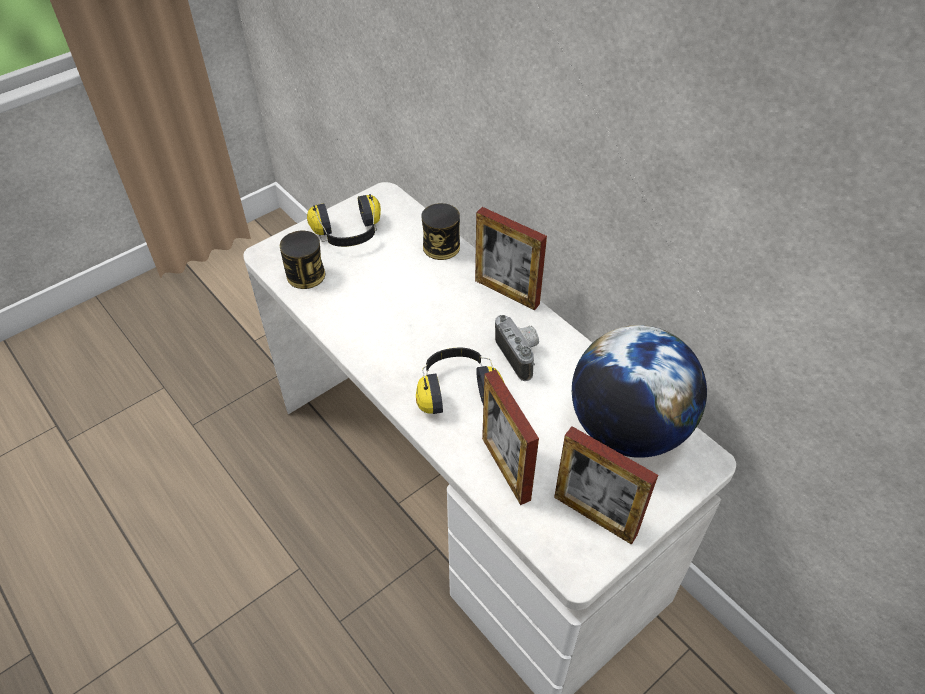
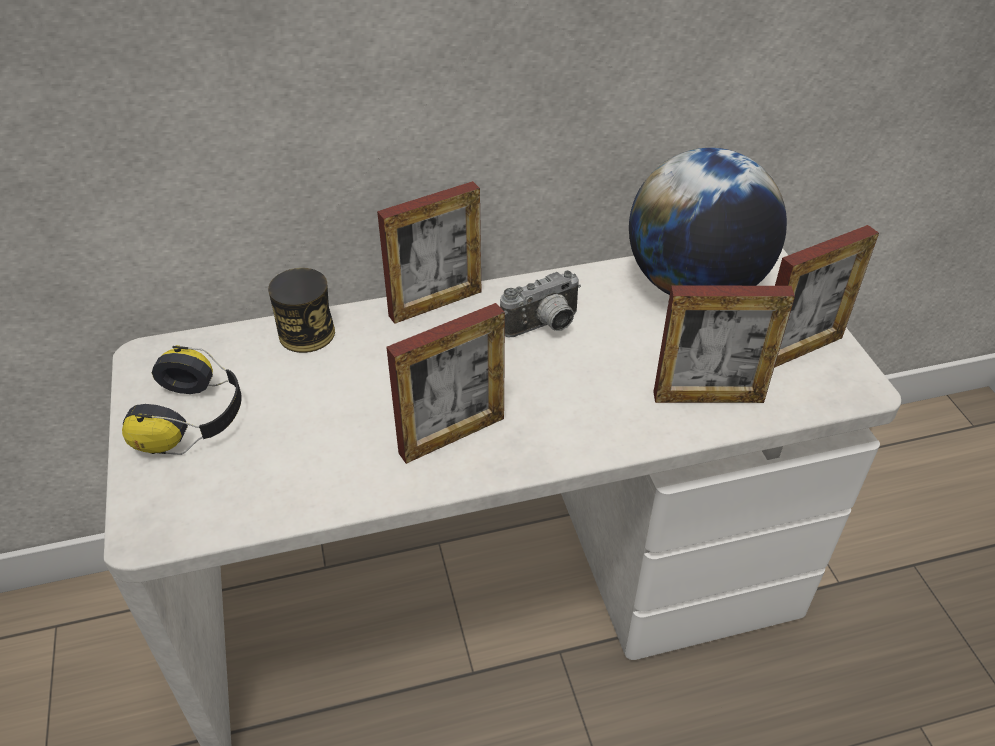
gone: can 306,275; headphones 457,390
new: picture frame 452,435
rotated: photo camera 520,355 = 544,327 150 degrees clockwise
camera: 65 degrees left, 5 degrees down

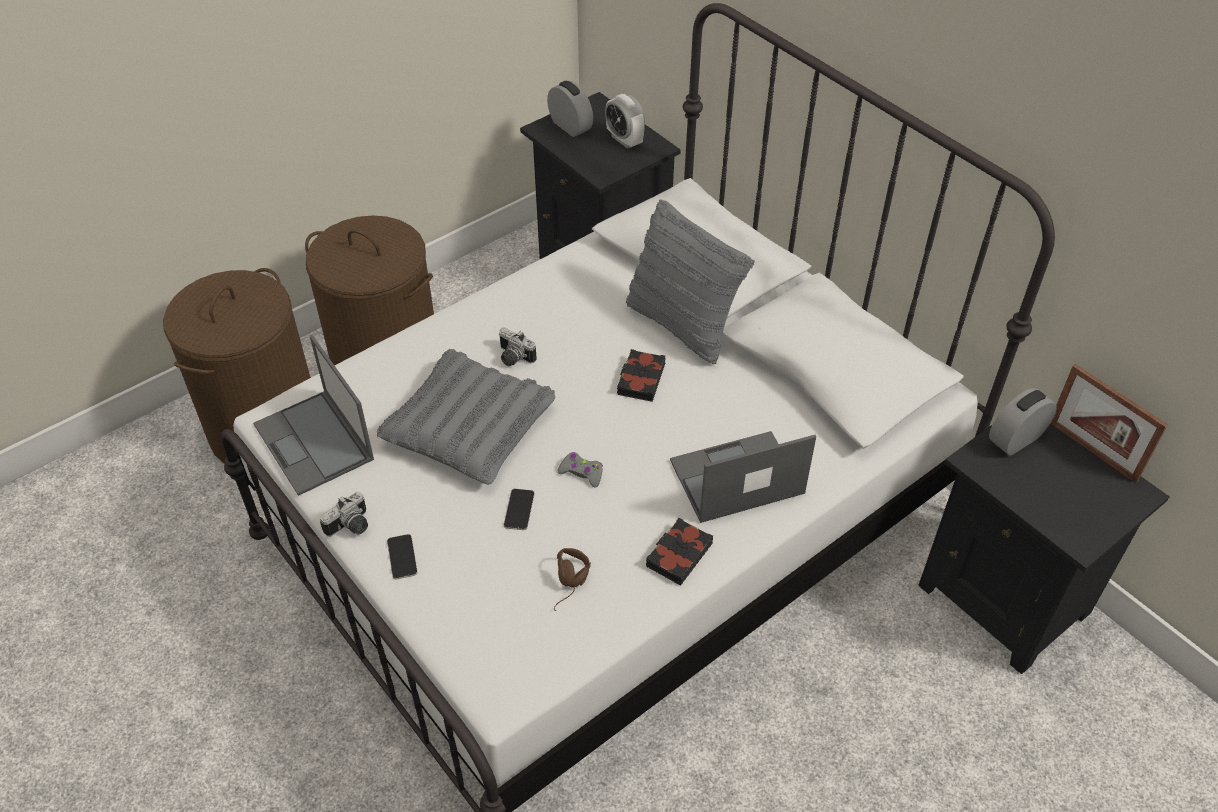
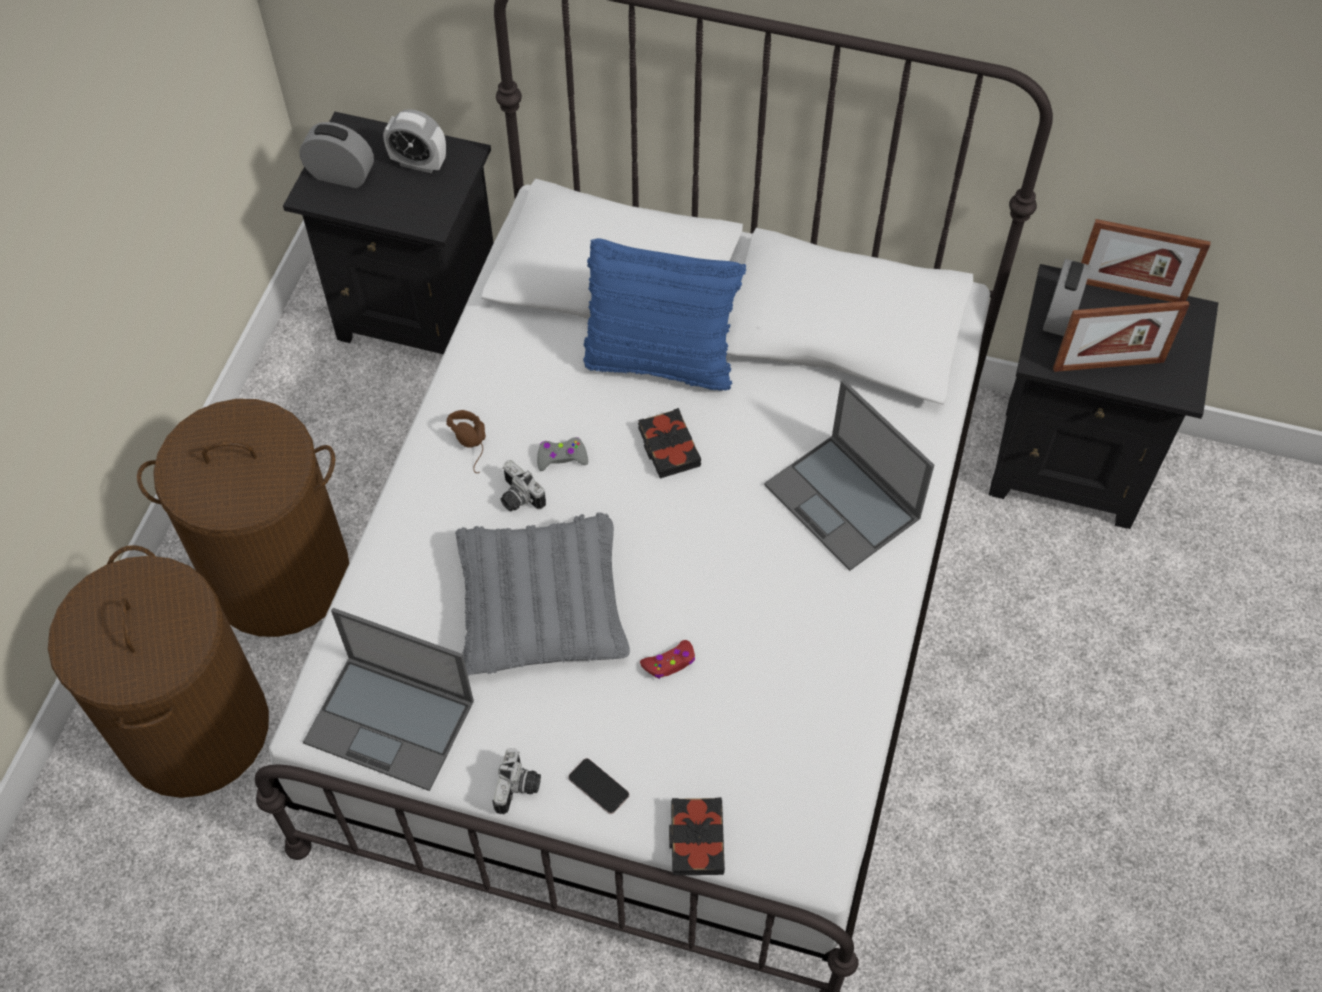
new: picture frame 1108,365
shifted: brown headphones 572,587 to 476,446; grey game controller 581,473 to 561,457; black book 678,555 to 696,839
swapped: phone 519,510 to red game controller 669,663
repainted: grey pillow 683,326 to blue pillow 661,362
rotated: photo camera 513,358 = 517,498 45 degrees clockwise; laptop 735,478 = 843,503 75 degrees counterclockwise
camera: 35 degrees left, 10 degrees up

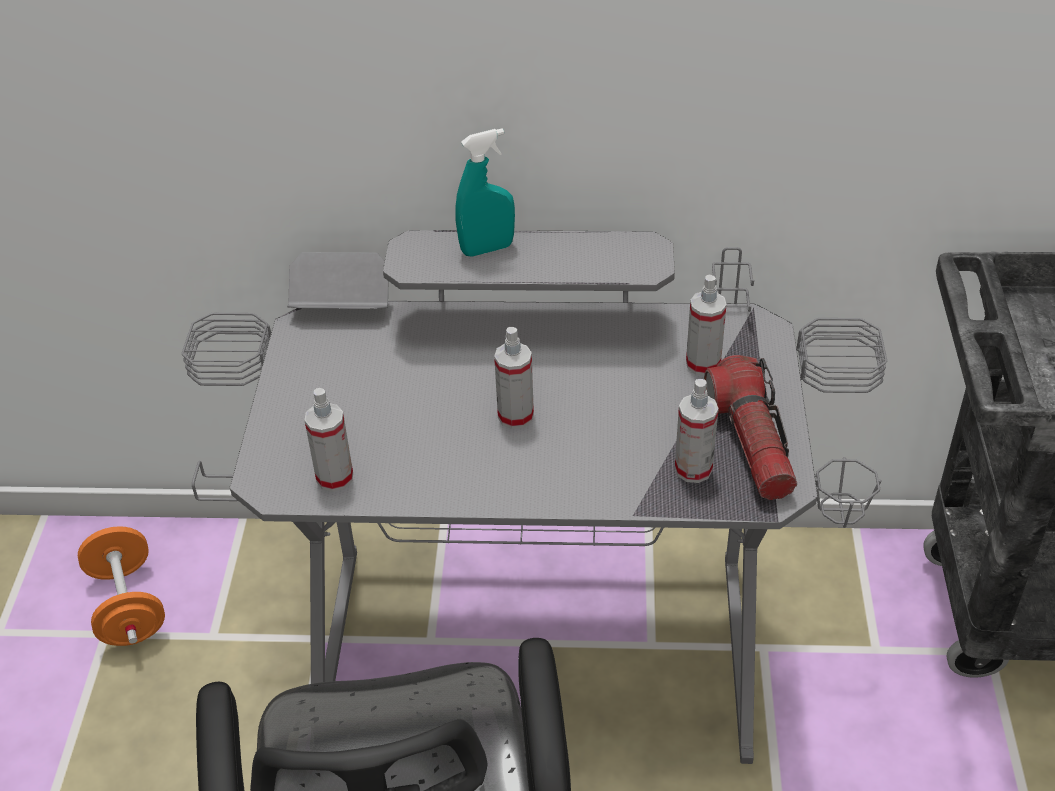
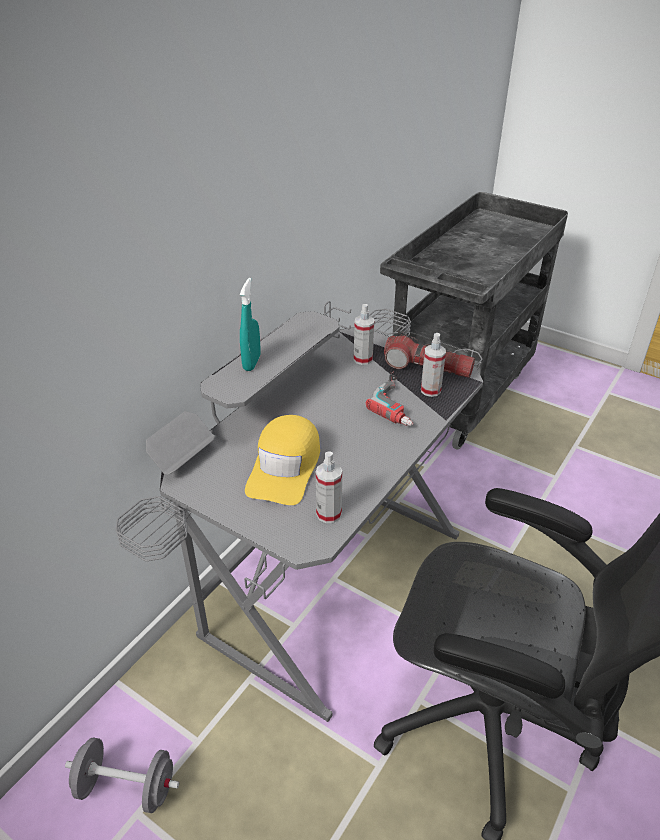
gone: spray bottle 515,416
new: yellow cap 285,467; power drill 400,403
repainted: orange dumbbell 128,606 to grey dumbbell 126,787
camera: 60 degrees left, 5 degrees down

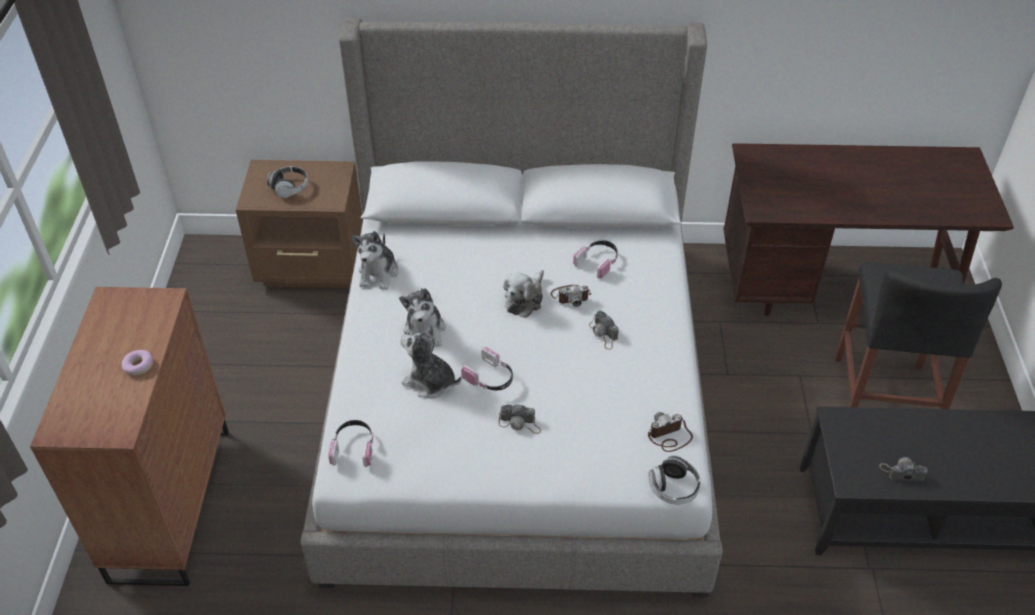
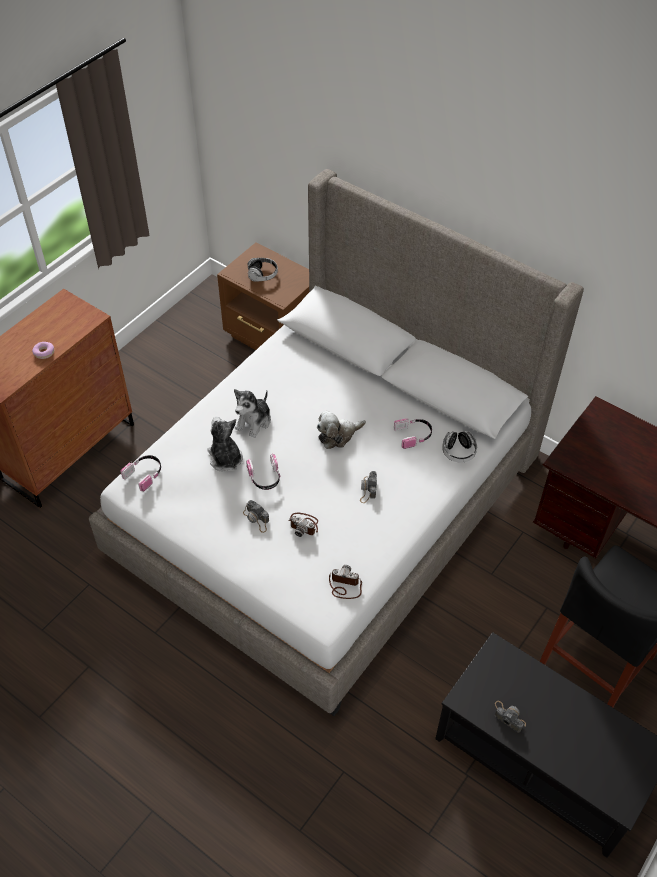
gone: plush toy 378,273
shifted: photo camera 570,296 to 304,525; headphones 673,488 to 458,452
camera: 35 degrees right, 5 degrees up

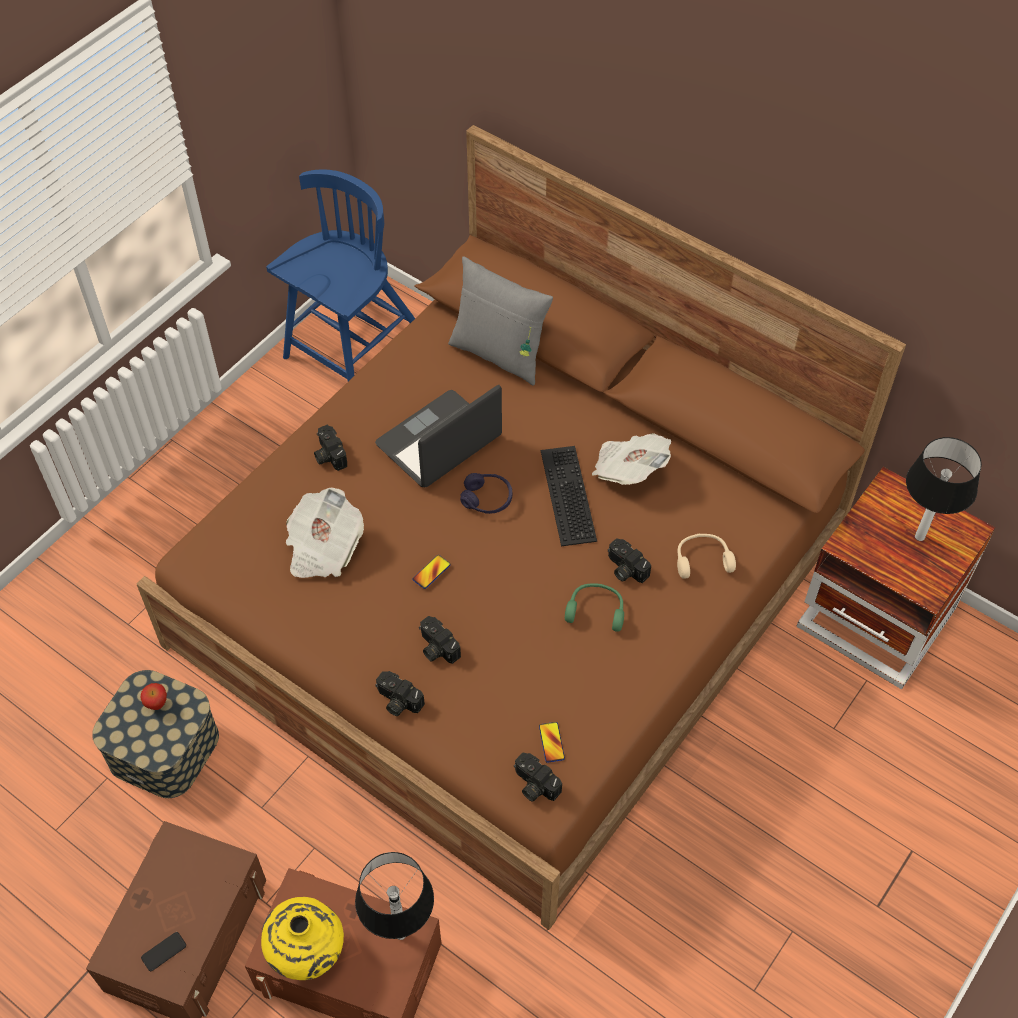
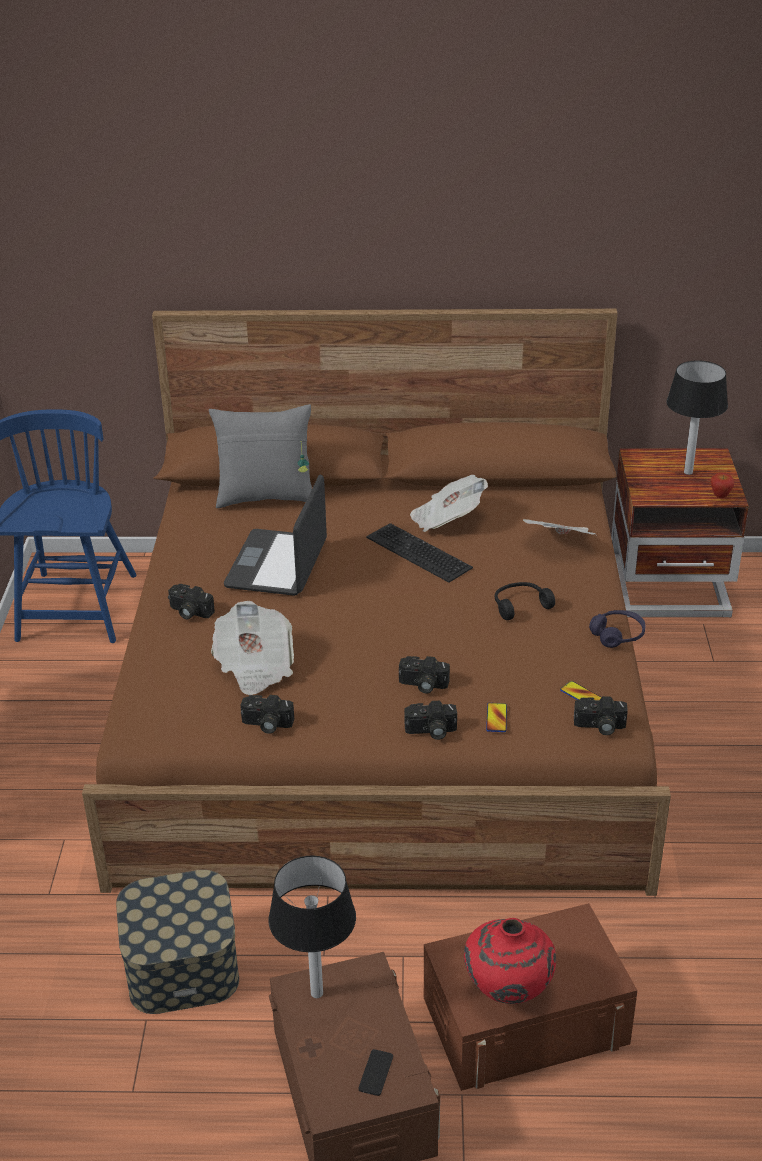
shifted: photo camera 624,569 to 266,724; table lamp 401,934 to 318,993; phone 431,572 to 496,718; purple headphones 487,499 to 617,635; apple 157,704 to 720,496
swapped: beige headphones 702,559 to newspaper 561,544
repainted: yellow vase 307,953 to red vase 507,992; green headphones 596,610 to black headphones 520,605
camera: 35 degrees left, 20 degrees down

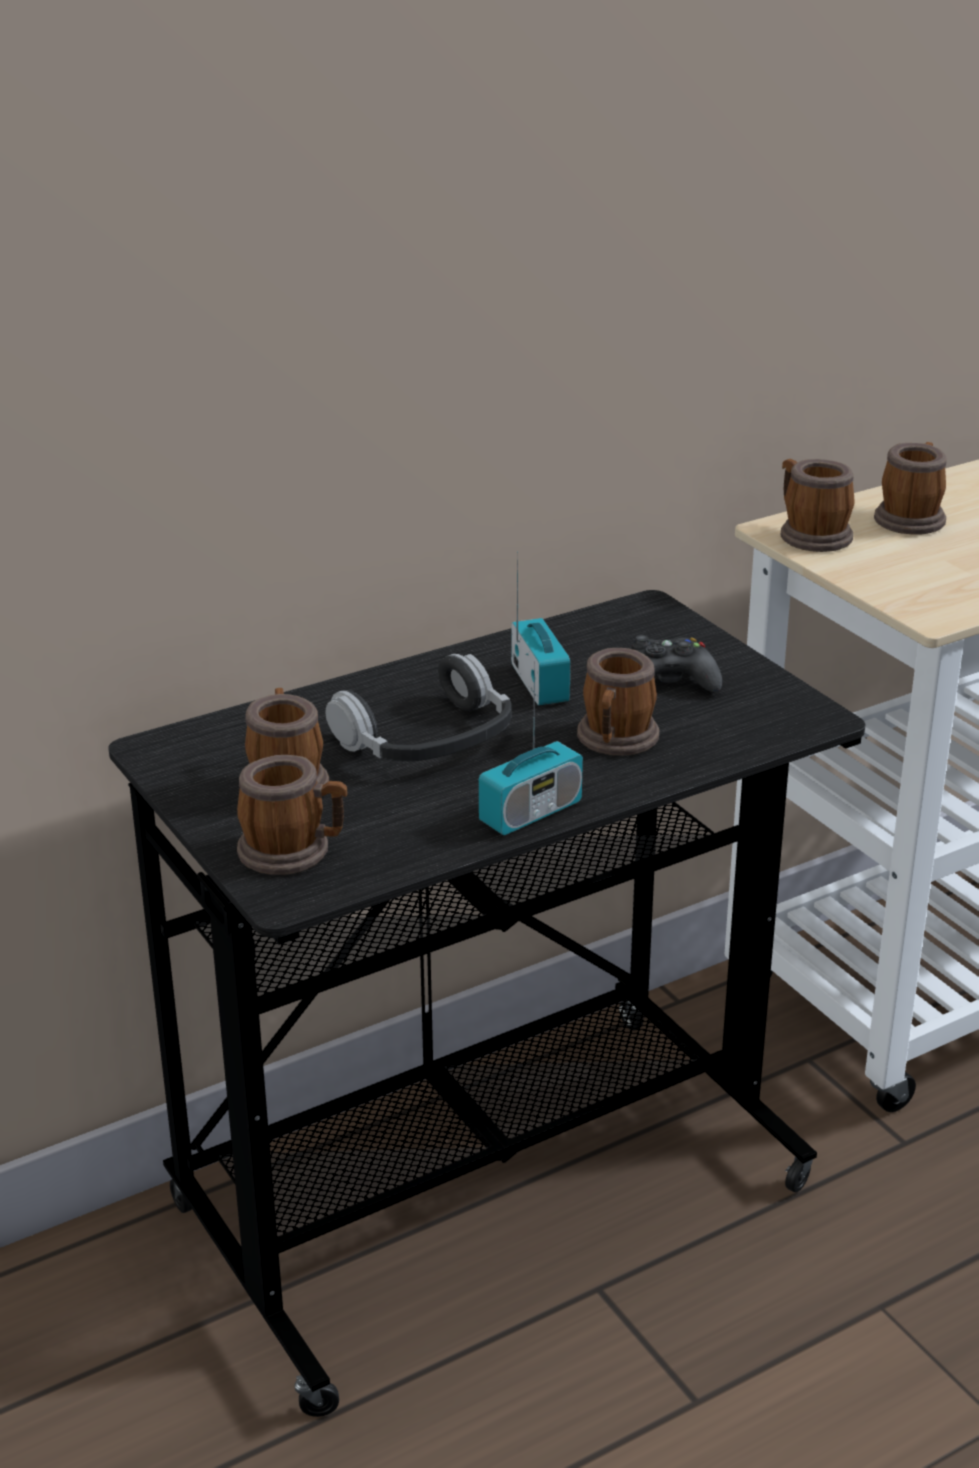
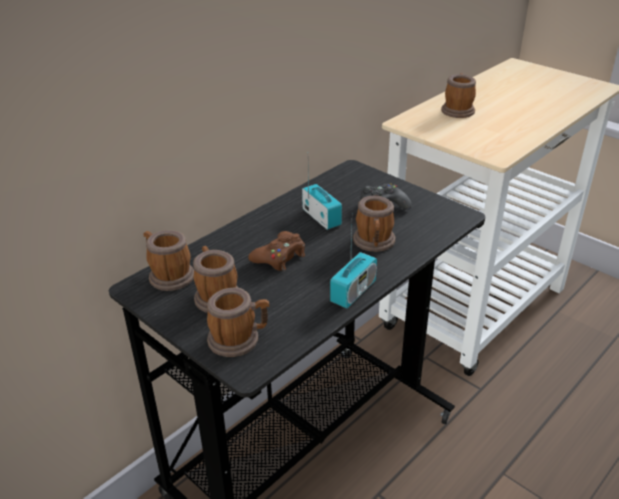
shifted: mug 809,534 to 168,275
swapped: headphones 427,738 to brown game controller 279,257
camera: 15 degrees left, 5 degrees up

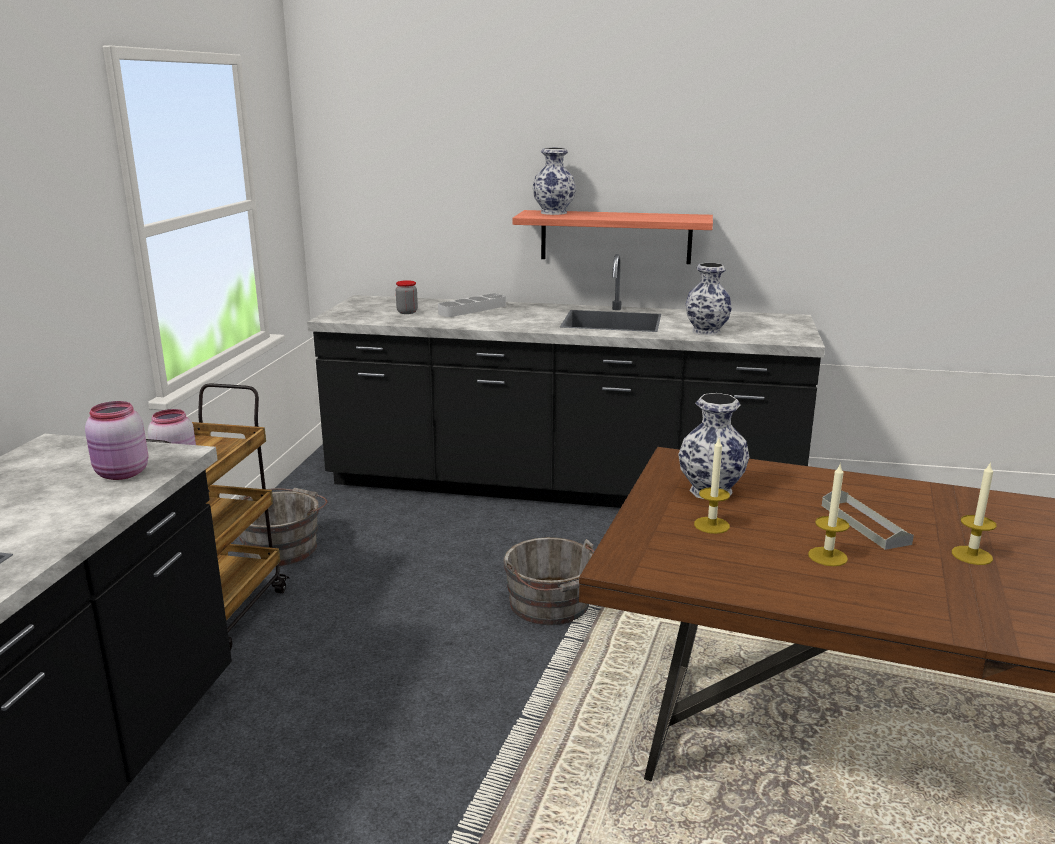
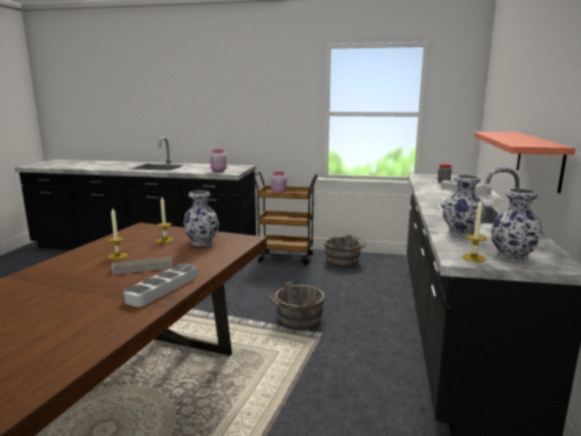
new: grey tray 163,288
shifted: candle 971,555 to 473,258; vase 554,213 to 513,256
camera: 90 degrees right, 5 degrees down

